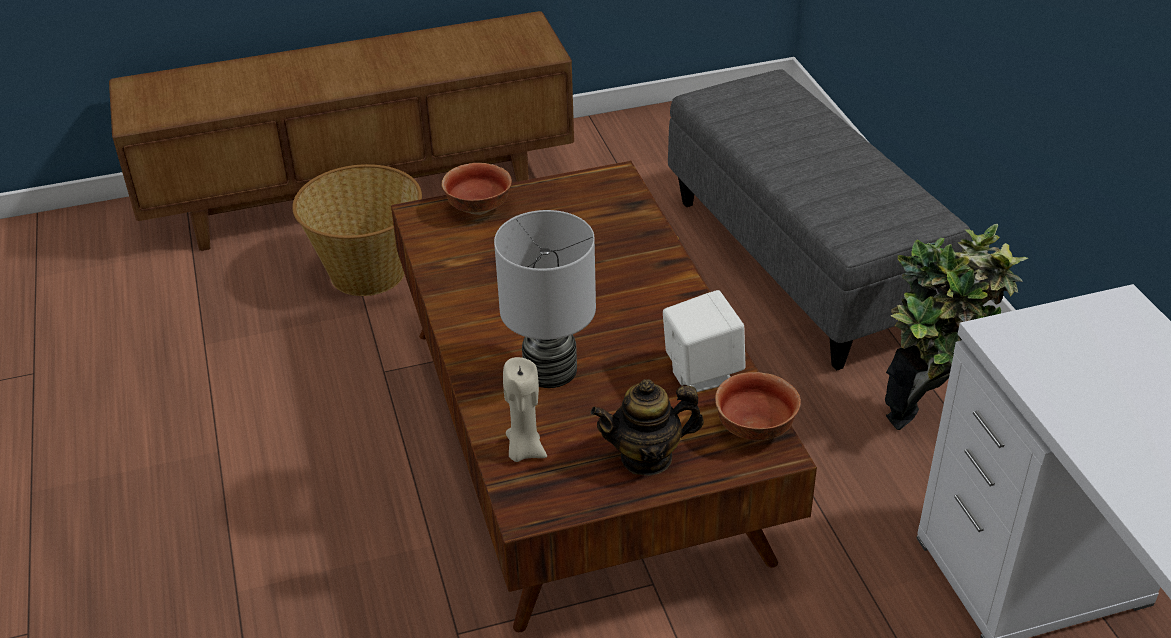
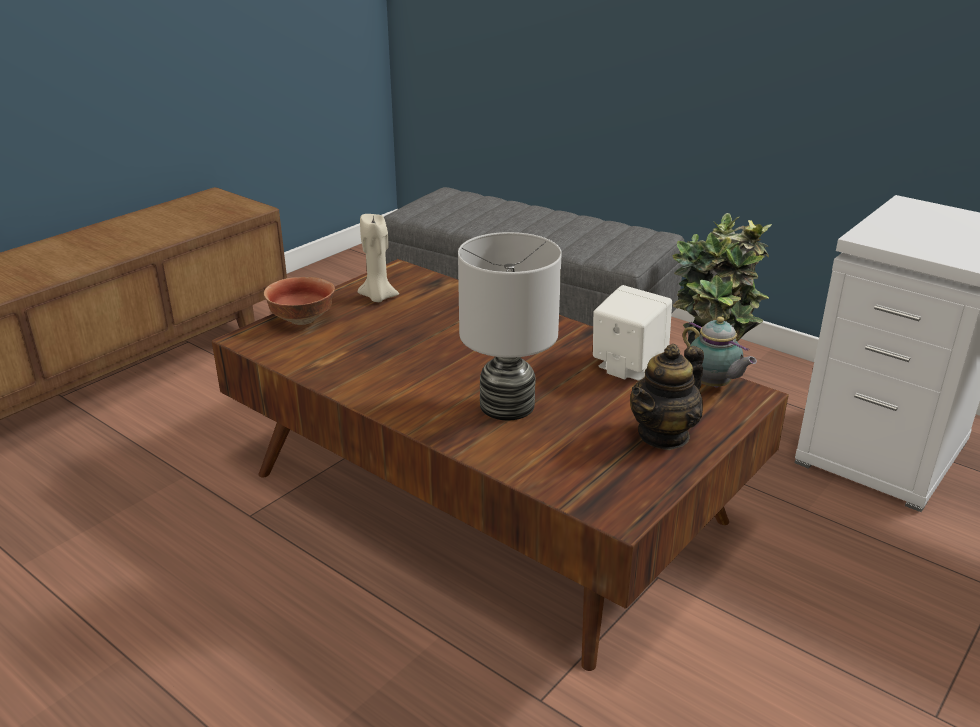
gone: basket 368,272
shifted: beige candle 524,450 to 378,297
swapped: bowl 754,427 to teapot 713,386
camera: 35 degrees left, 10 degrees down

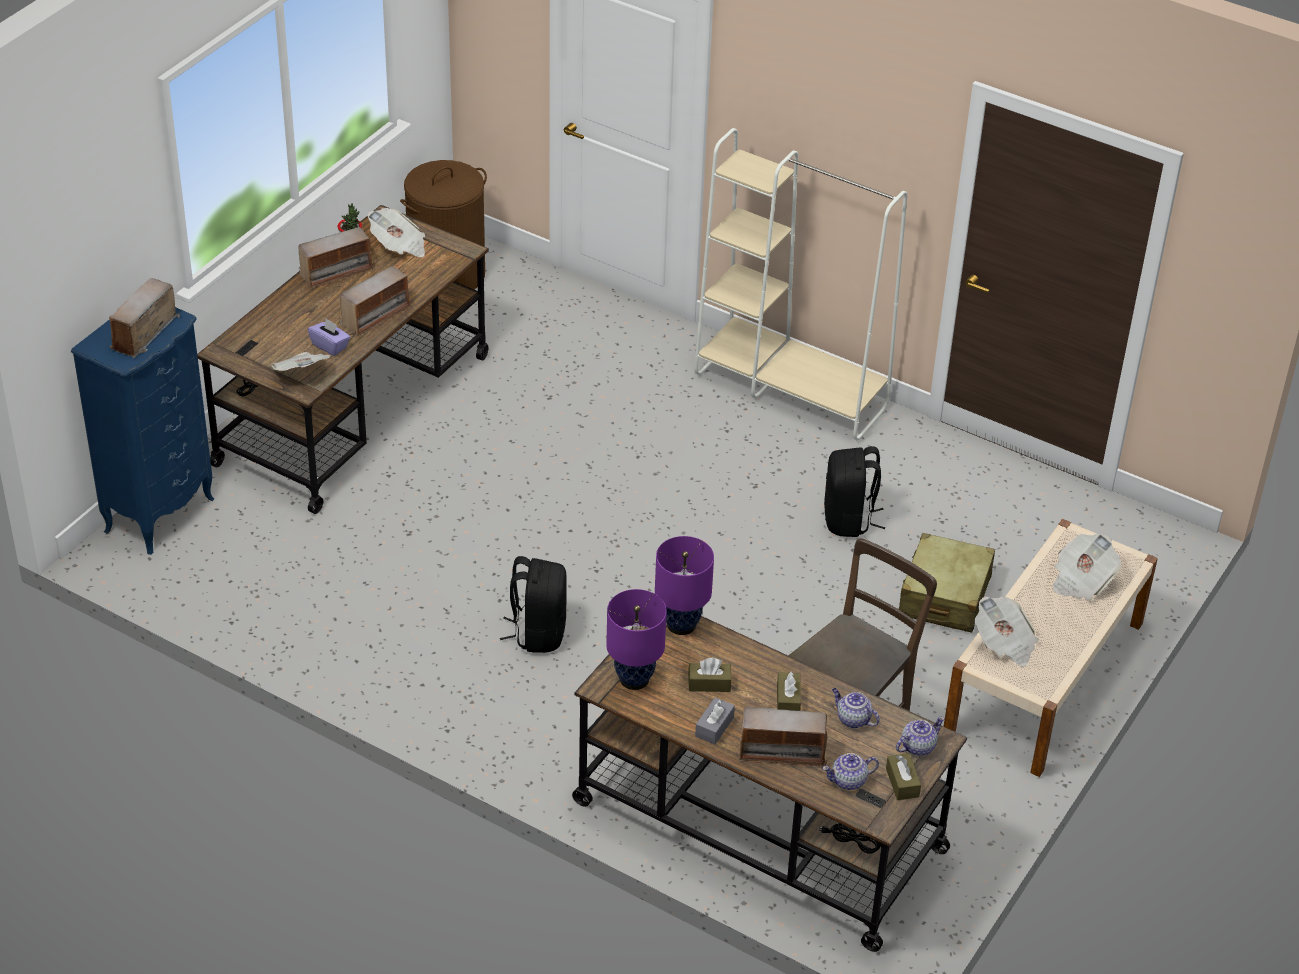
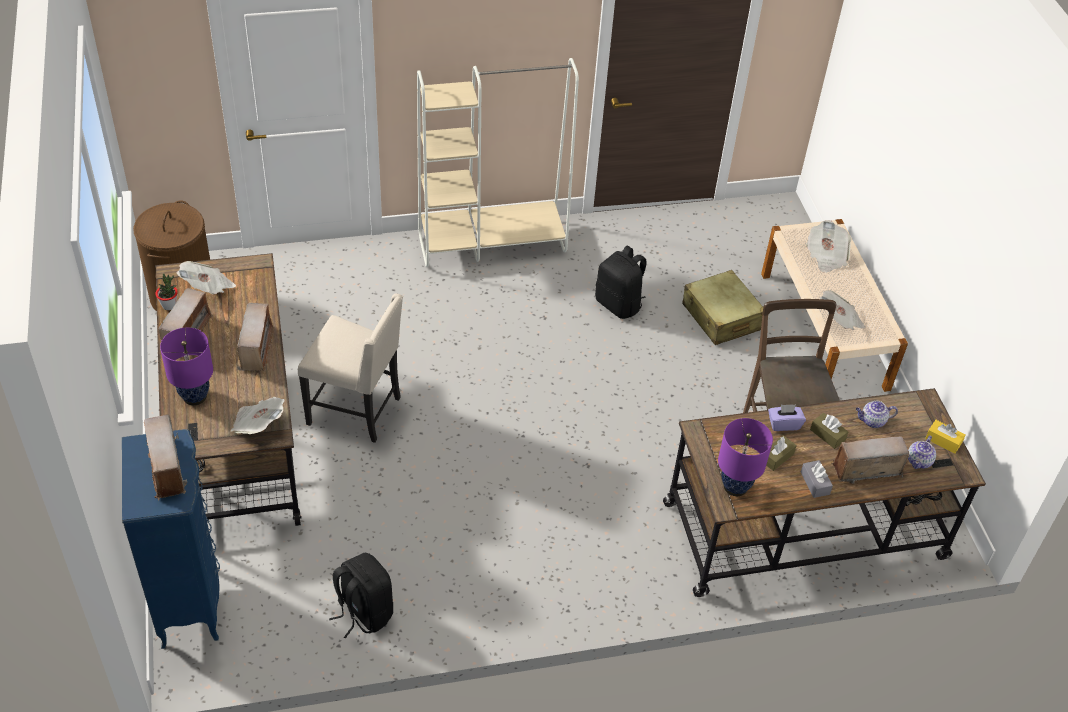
gone: teapot 917,746
new: beige chair 357,410
shifted: purple table lamp 681,624 to 194,396; black backpack 538,632 to 363,612; purple tissue box 330,346 to 784,424
repainted: brown tissue box 902,782 to yellow tissue box 943,441
rotated: radio 782,752 = 866,470 150 degrees counterclockwise
camera: 45 degrees left, 5 degrees up

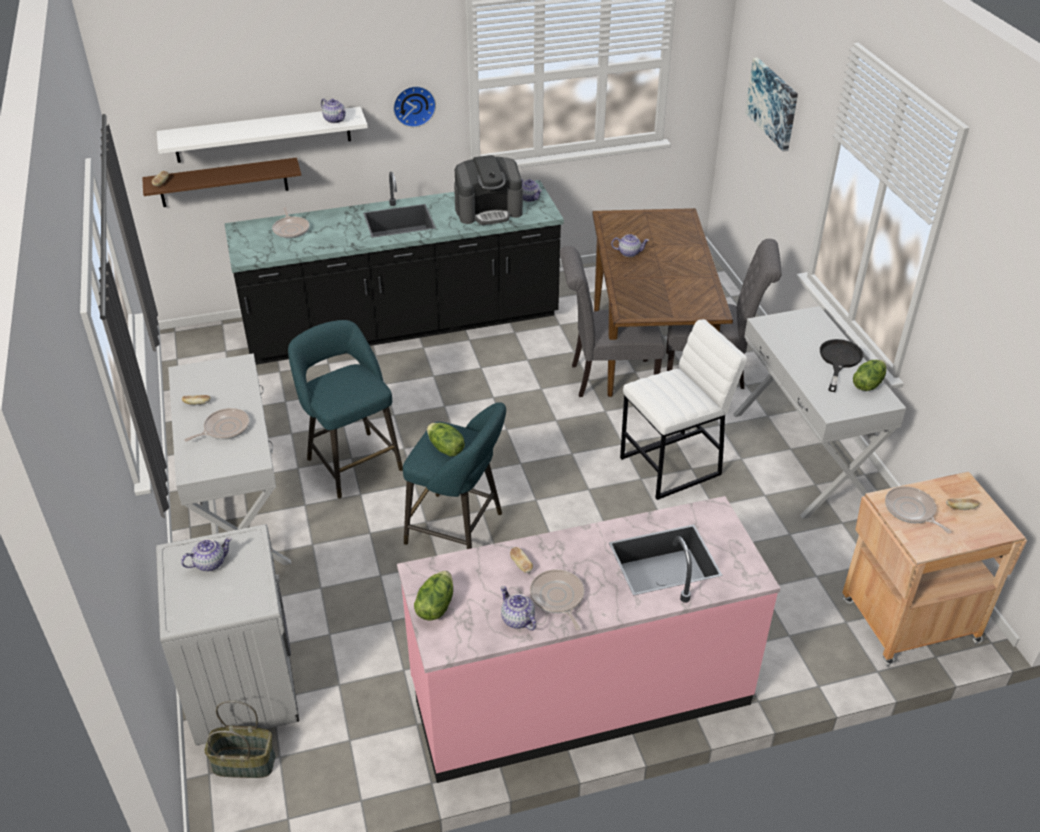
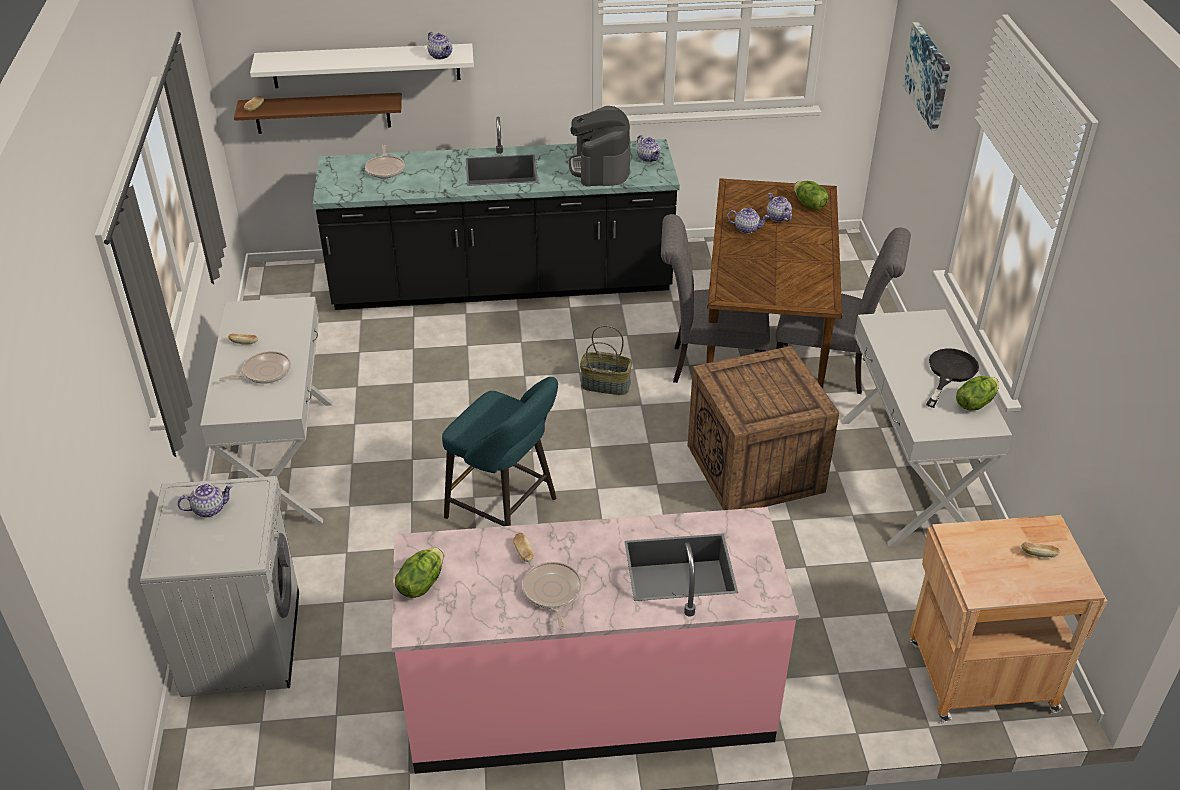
gone: turquoise stool 352,462; wall clock 413,105; frying pan 911,511
shifted: basket 245,762 to 606,384; teapot 517,619 to 777,217; lettuce 445,449 to 809,205
swapped: white stool 672,465 to crate 757,469
rotated: coffee machine 488,210 = 600,168 90 degrees clockwise
camera: 10 degrees right, 0 degrees up

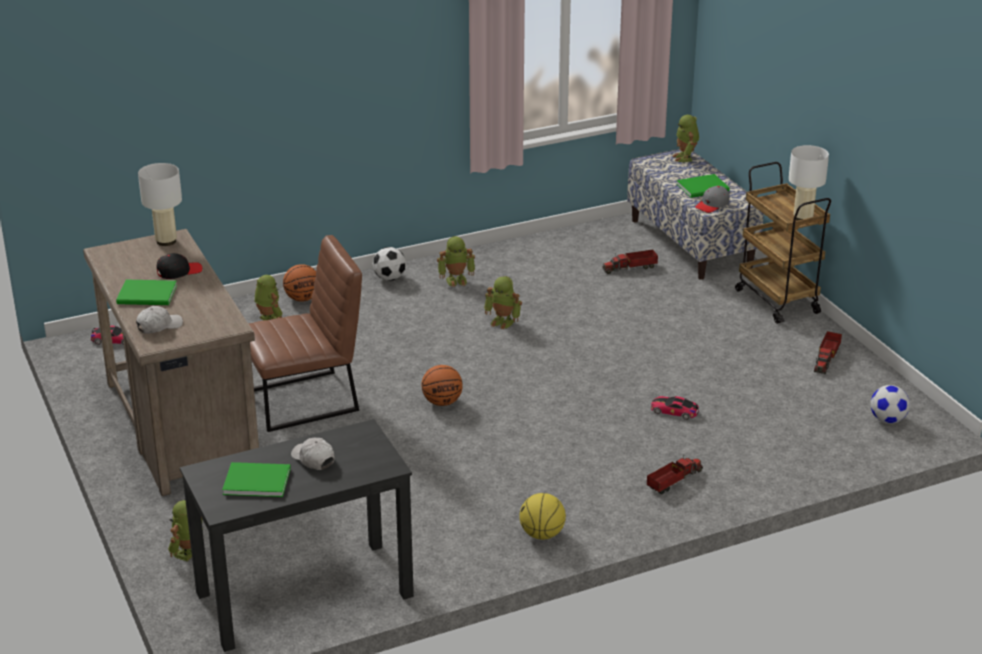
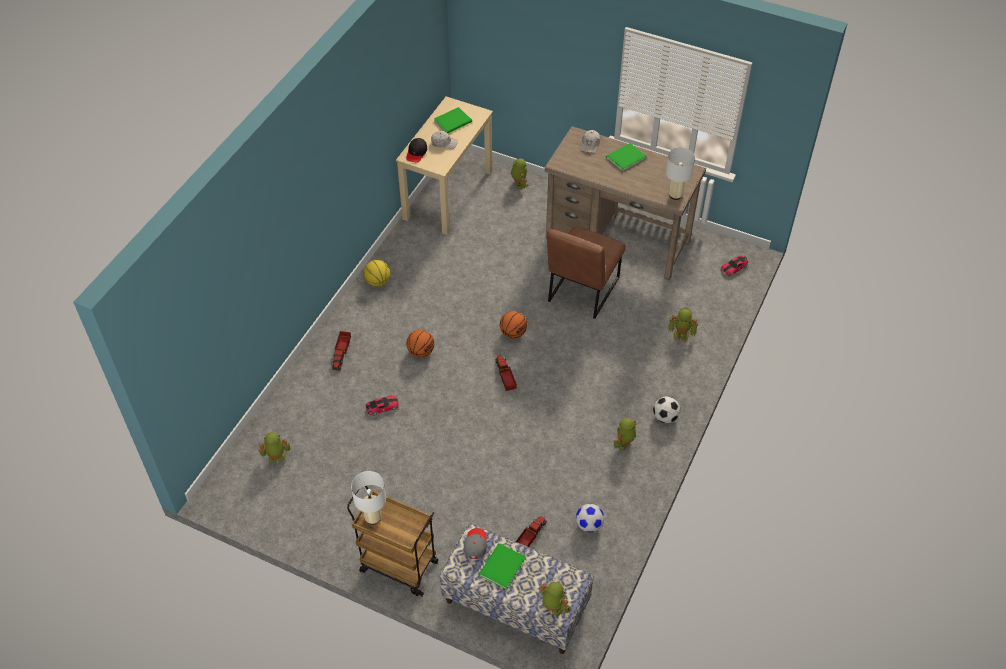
shifted: toy robot 503,321 to 276,458; black cap 179,271 to 416,153; basketball 302,299 to 421,352; toy truck 826,358 to 505,377; football 887,420 to 589,525
repainted: black desk 303,595 to beige desk 448,194
camera: 140 degrees right, 20 degrees up

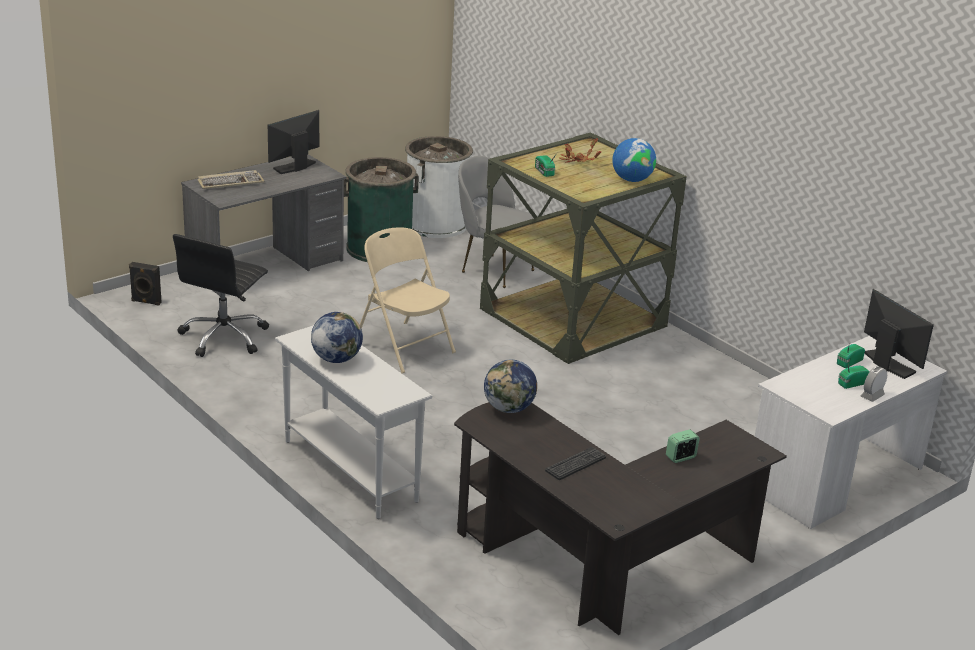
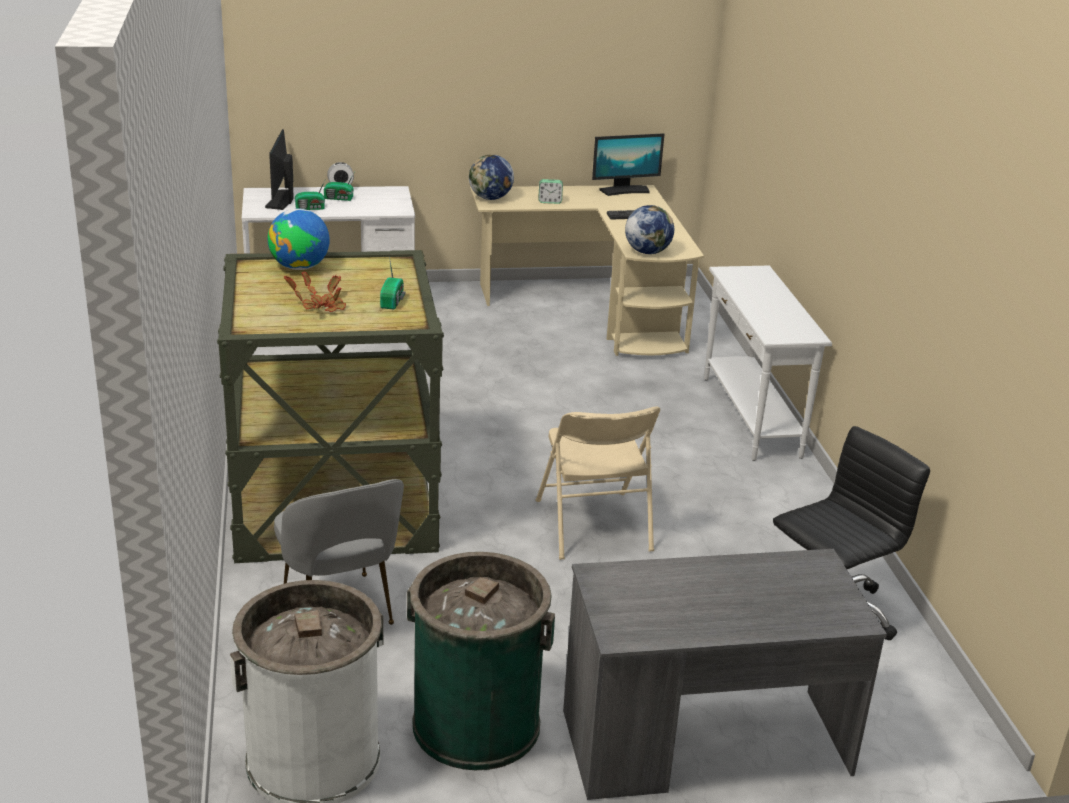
gone: black speaker 146,302; keyboard 230,182
shifted: globe 336,359 to 490,198; monitor 295,167 to 624,190
repainted: black desk 601,566 to beige desk 595,309
camera: 150 degrees left, 0 degrees up

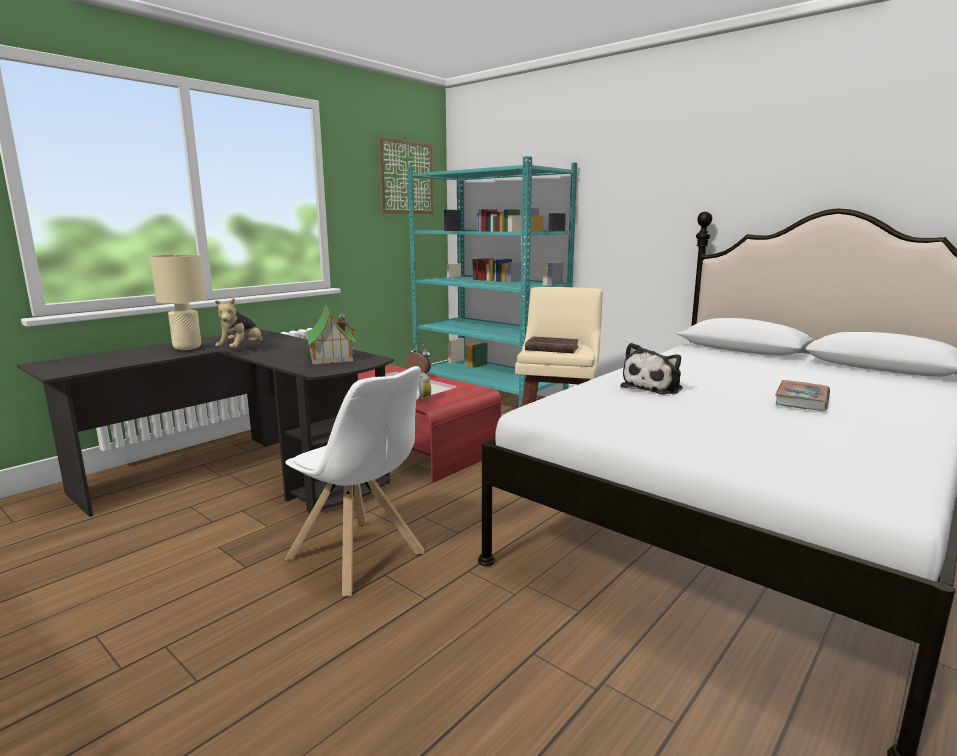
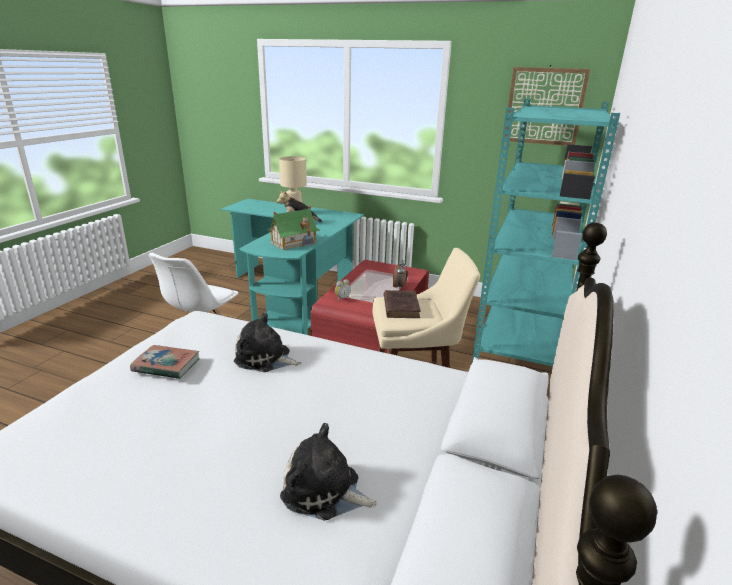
new: plush toy 324,491
shifted: book 802,400 to 166,365
repainted: black desk 243,474 to turquoise desk 296,293
camera: 70 degrees right, 10 degrees up

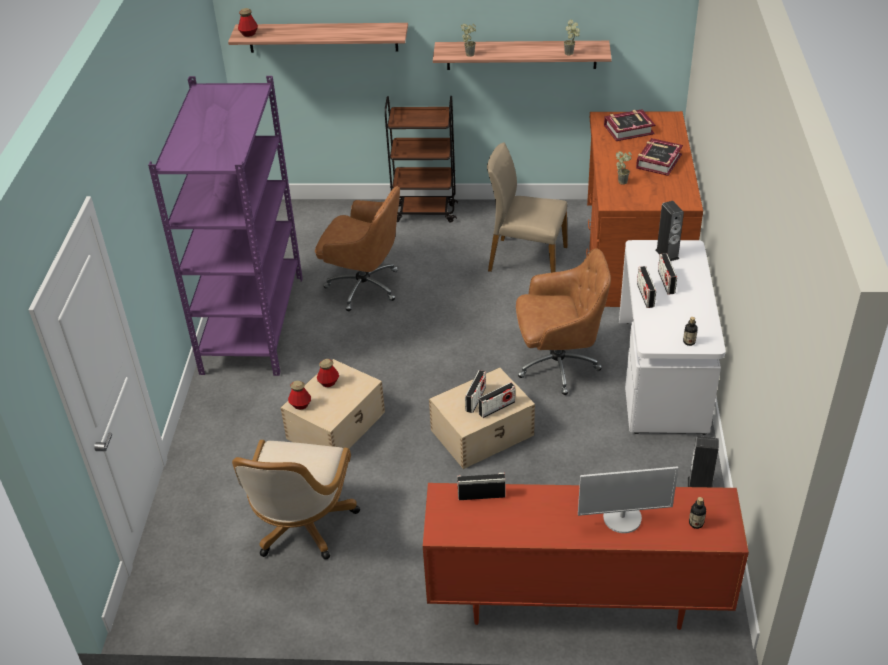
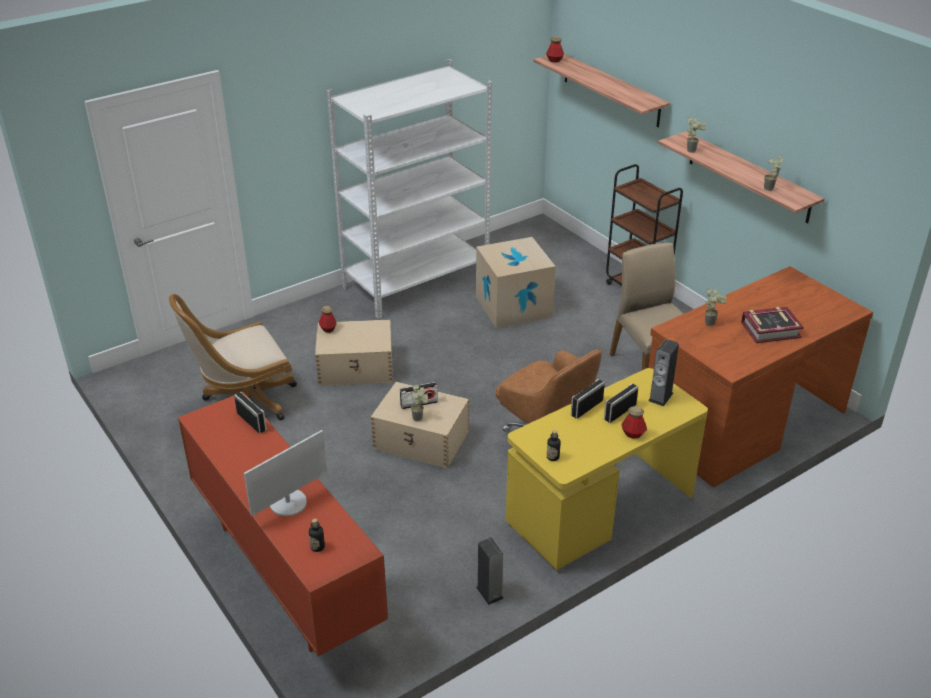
gone: book 628,129
shifted: bottle 328,383 to 633,434
swapped: radio 496,408 to potted plant 420,418; brown office chair 363,287 to cardboard box 513,307
repainted: purple bookcase 253,324 to white bookcase 416,282; white desk 663,376 to yellow desk 600,510
rotated: monitor 622,518 = 288,503 90 degrees counterclockwise
camera: 50 degrees right, 5 degrees down

